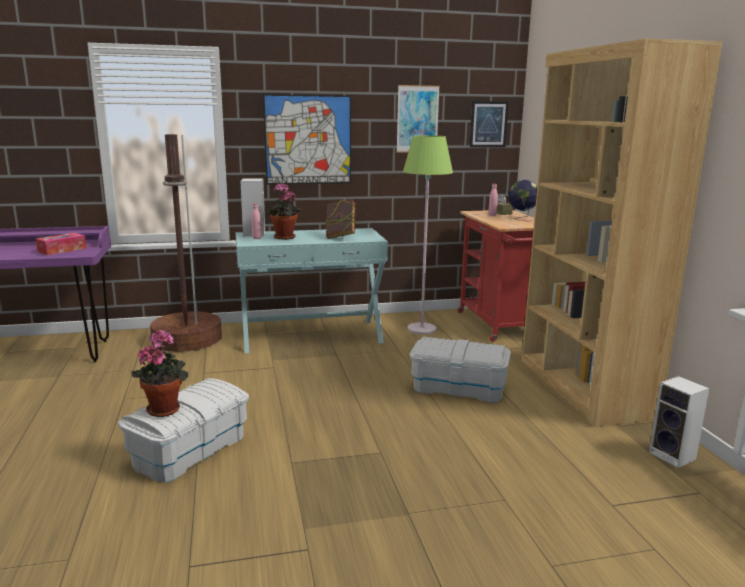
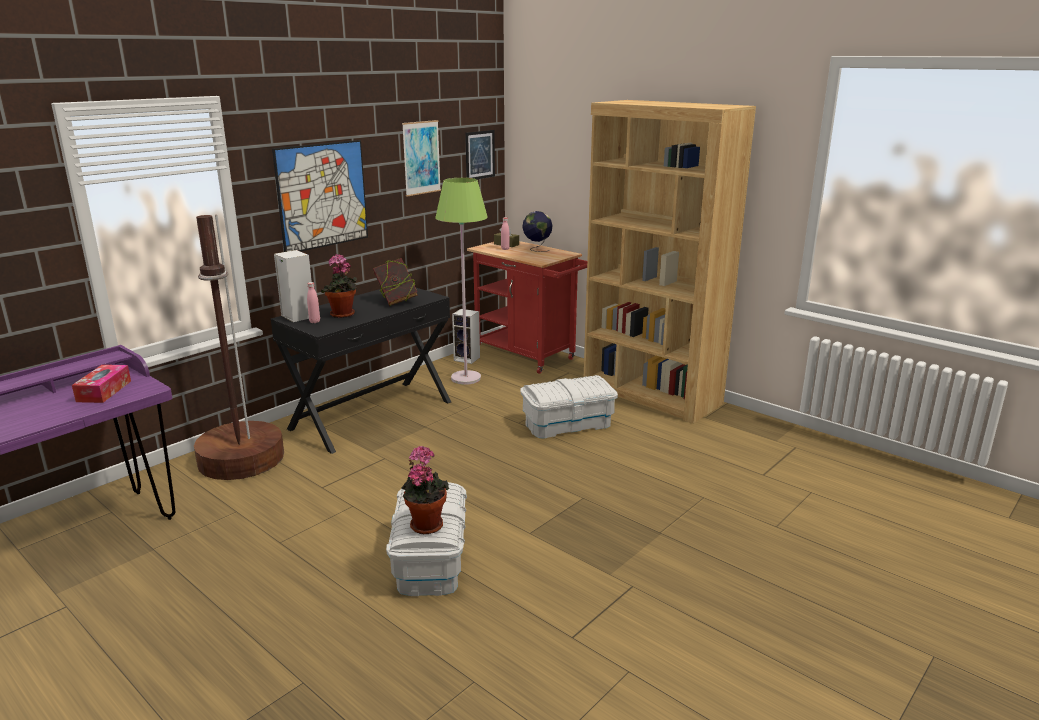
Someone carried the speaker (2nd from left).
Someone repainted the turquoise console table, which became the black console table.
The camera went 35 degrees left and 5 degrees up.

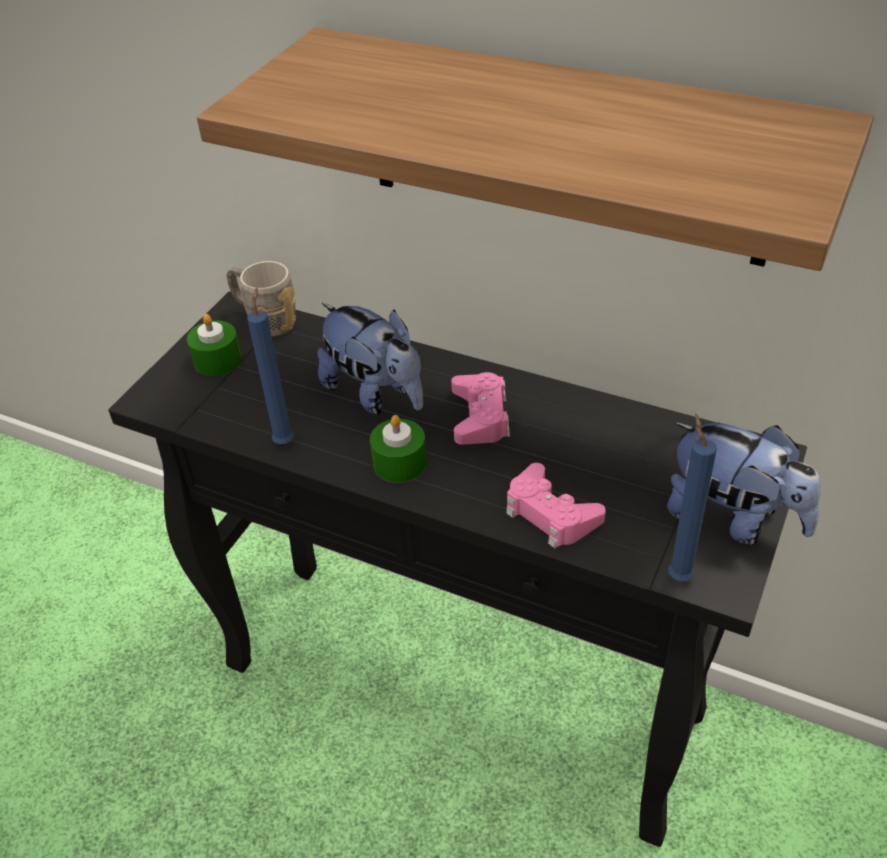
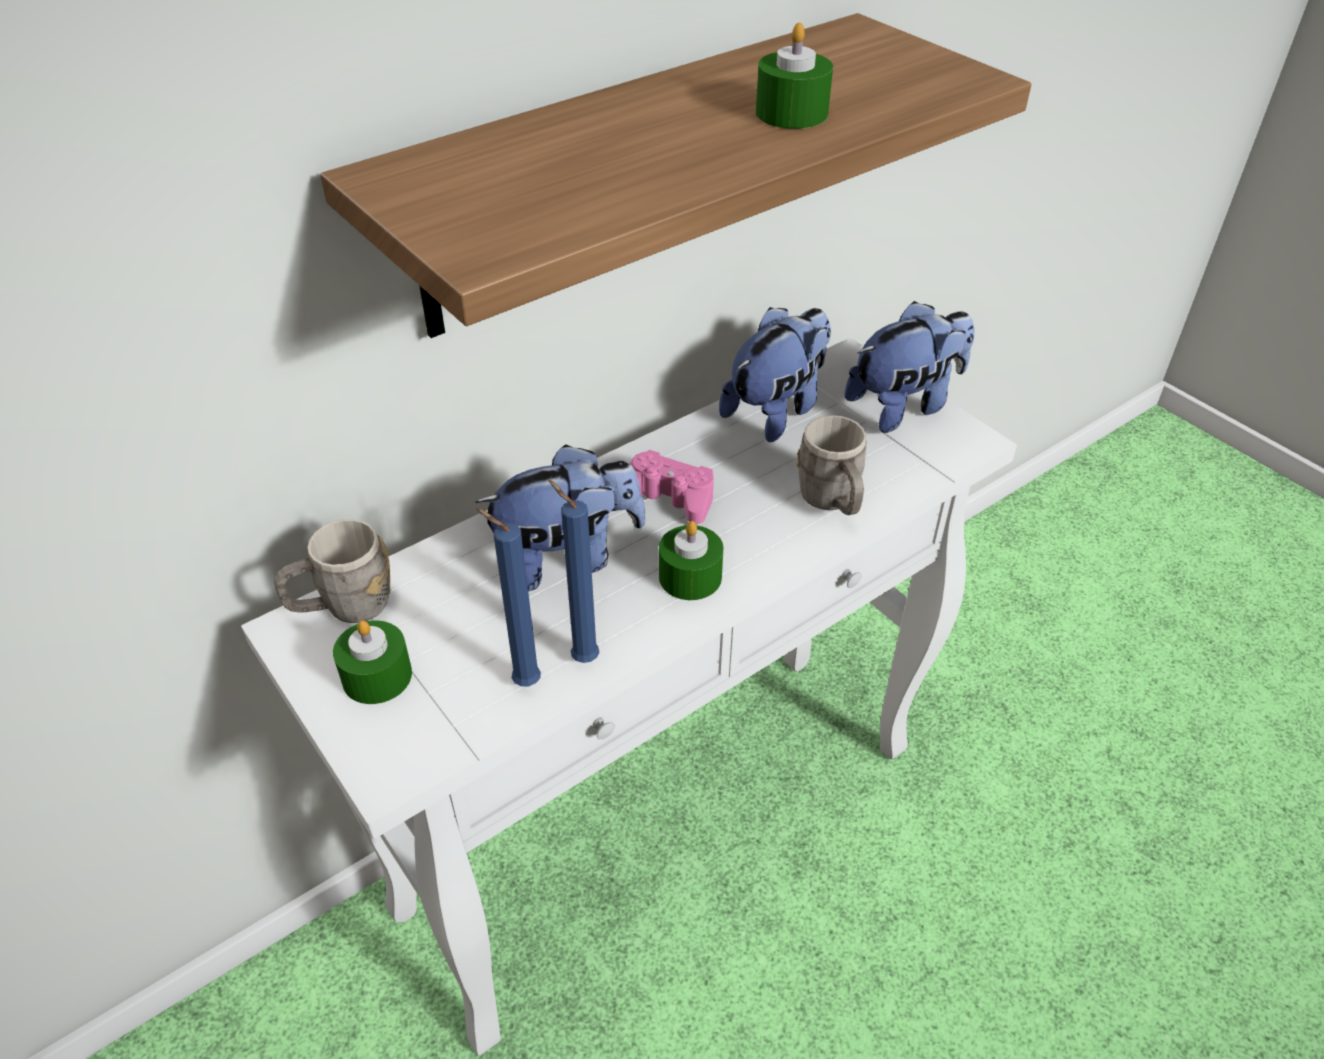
Someone put down the plush toy (2nd from left).
Someone put down the green candle (3rd from left).
Someone carried the blue candle (2nd from left in the first image).
Someone swapped the pink game controller (2nd from left) for the grey mug (2nd from left).
Someone repainted the black console table, which became the white console table.
The camera went 65 degrees left and 0 degrees up.

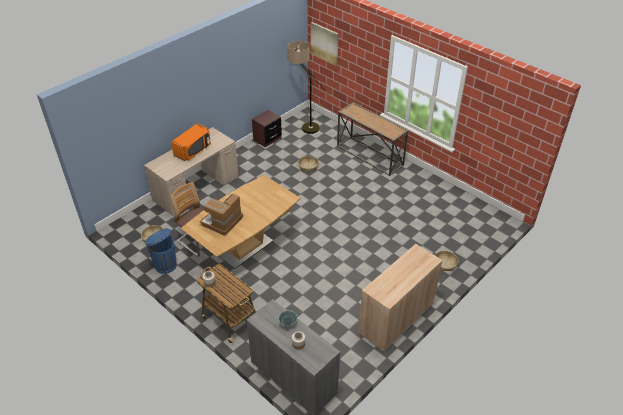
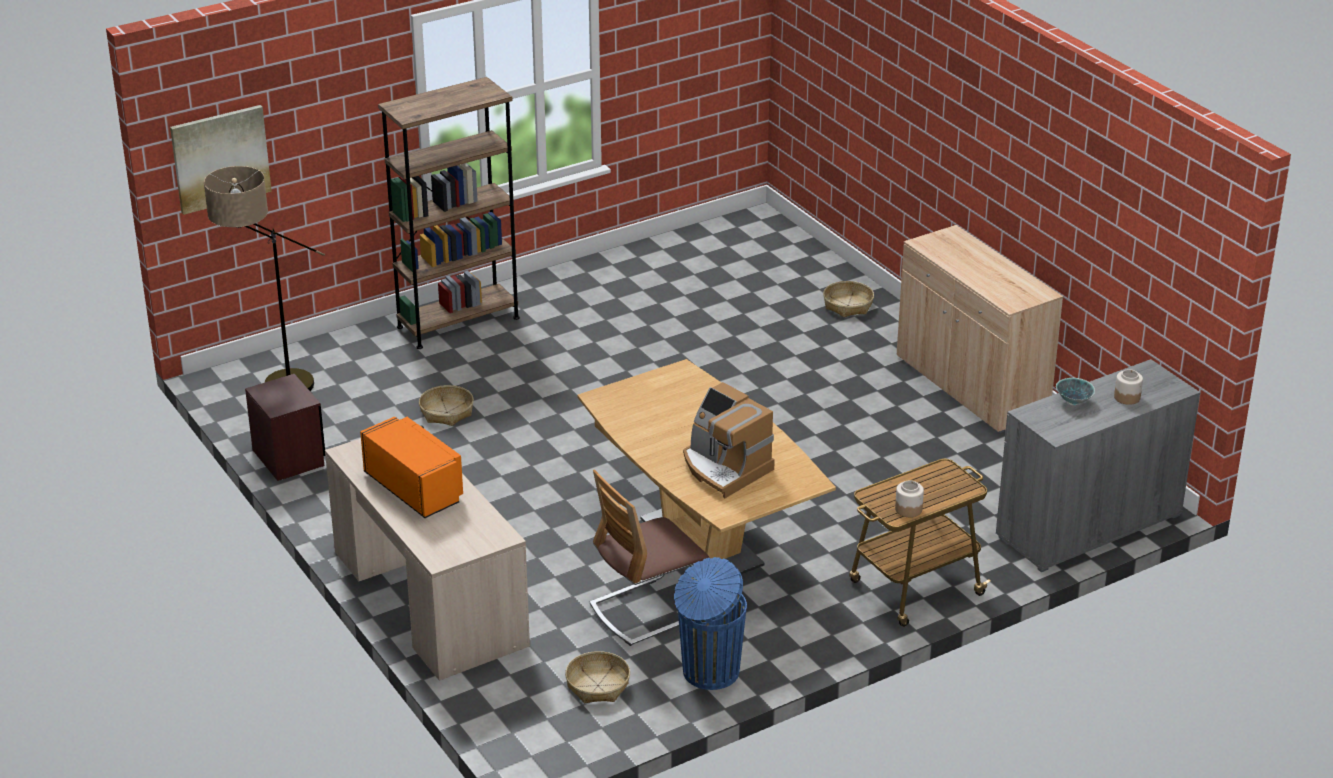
Someone swapped the console table for the brown bookcase.
The camera went 75 degrees left and 10 degrees down.

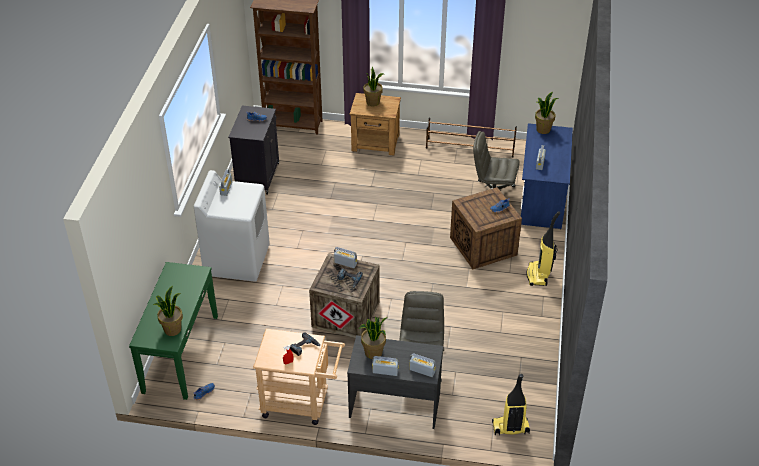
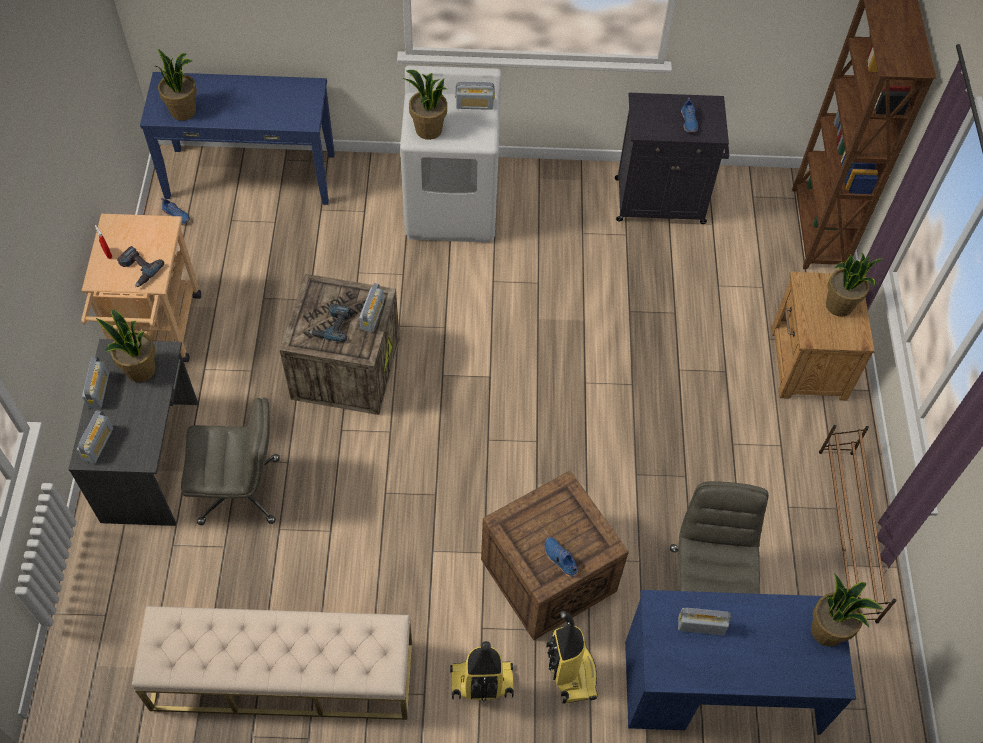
Someone put down the beige bench.
Someone put down the potted plant (3rd from left).
Someone carried the vacuum cleaner (1st from left in the first image).
Someone repainted the green console table, which became the blue console table.
The camera went 80 degrees right and 15 degrees up.

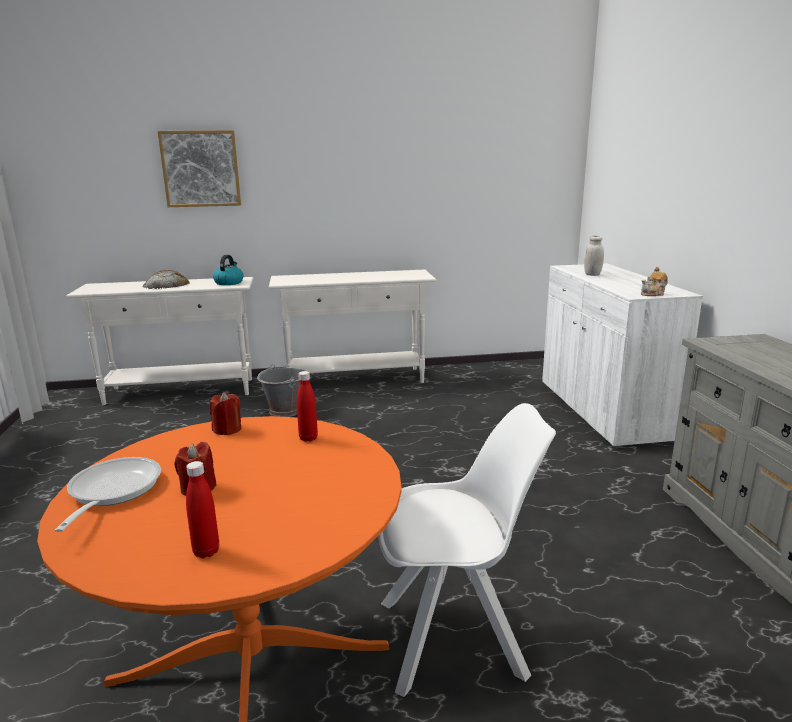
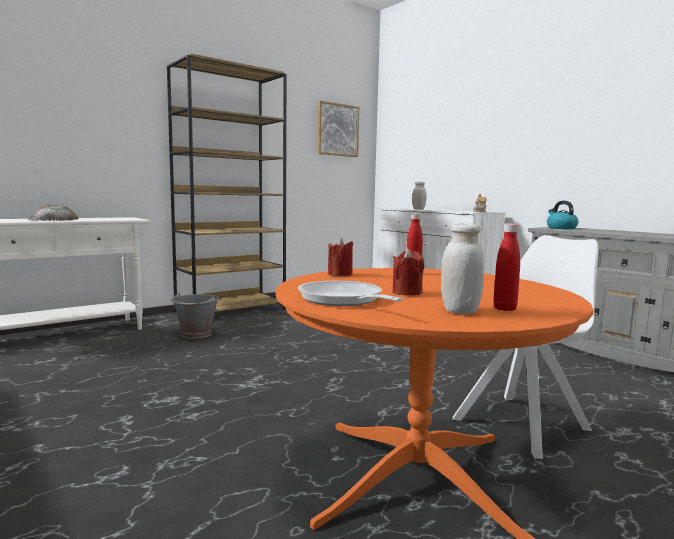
Someone put down the white jar (2nd from left).
Someone carried the picture.
Someone carried the kettle.
Someone swapped the white console table (2nd from left) for the brown bookcase.
The camera went 30 degrees left and 10 degrees down.

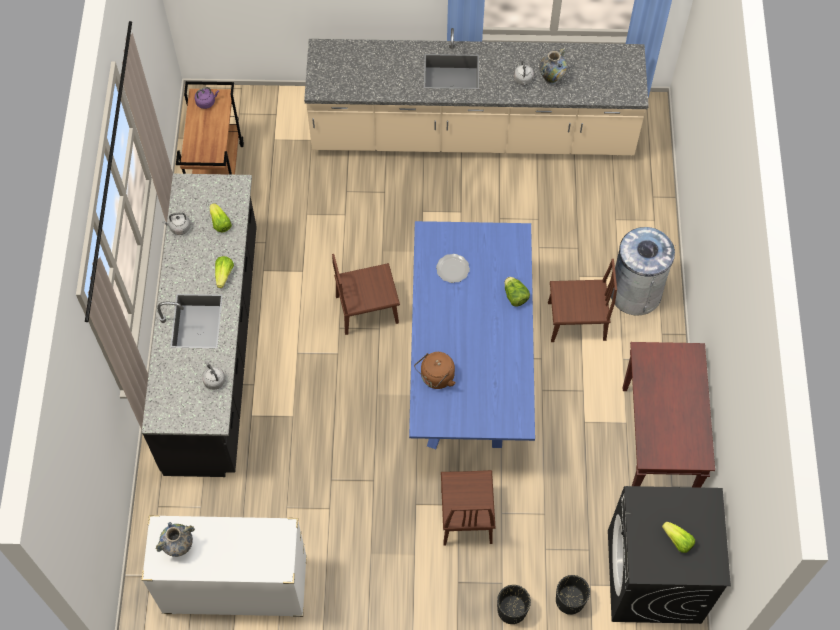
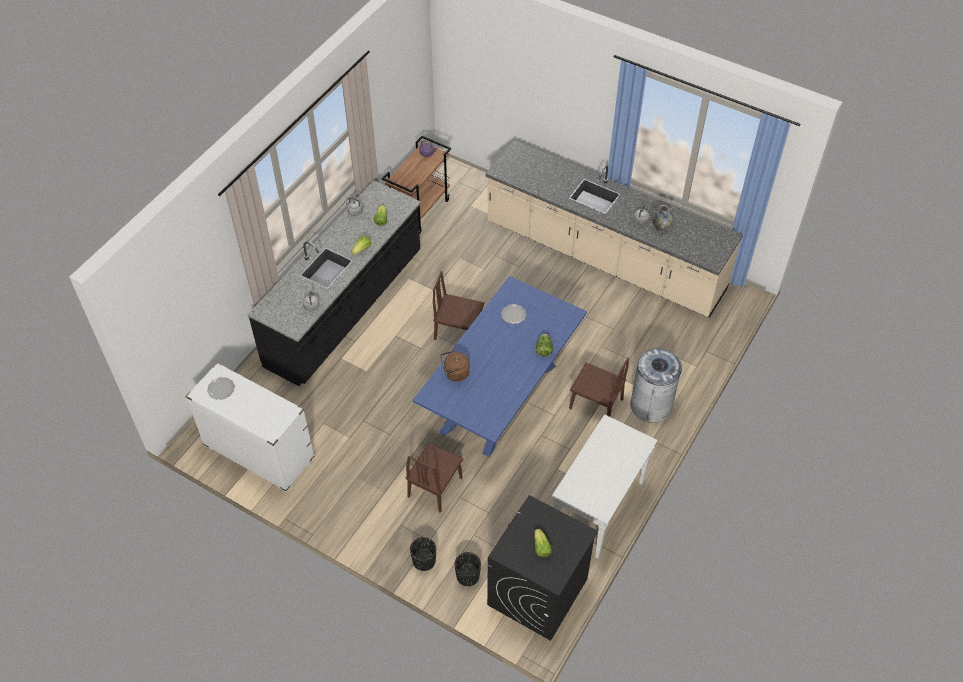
Someone swapped the vase (1st from left) for the plate (1st from left).
Someone repainted the brown console table, which became the white console table.
The camera went 30 degrees right and 10 degrees down.

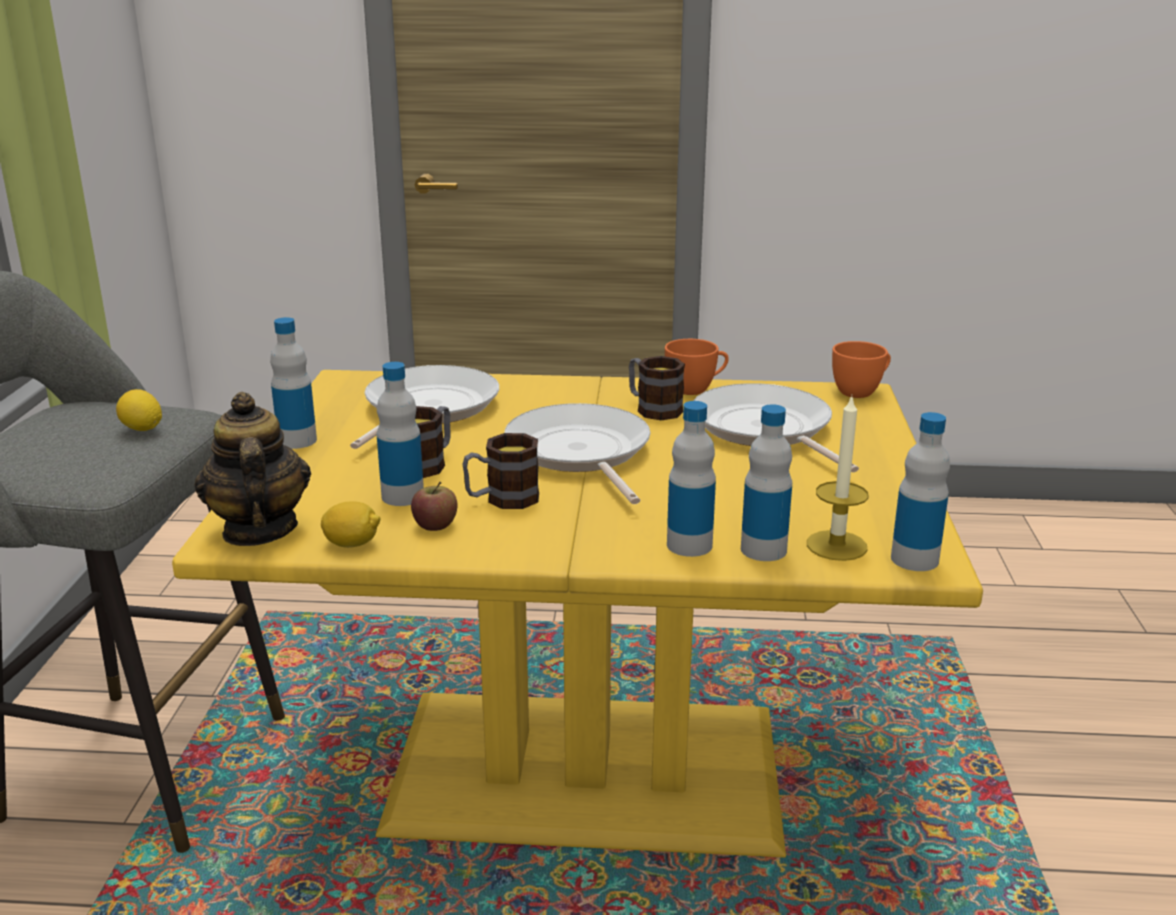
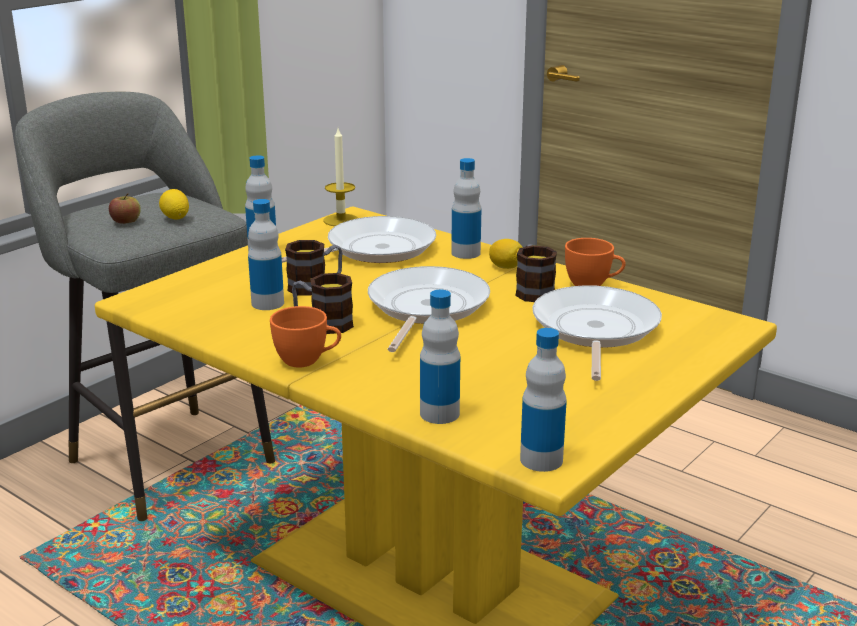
Someone took away the teapot.
Someone carried the lemon (2nd from left).
Someone carried the apple.
Someone carried the bottle (3rd from left in the first image).
Someone carried the candle.
Someone carried the orange cup (2nd from left in the first image).
The camera went 35 degrees right and 0 degrees up.

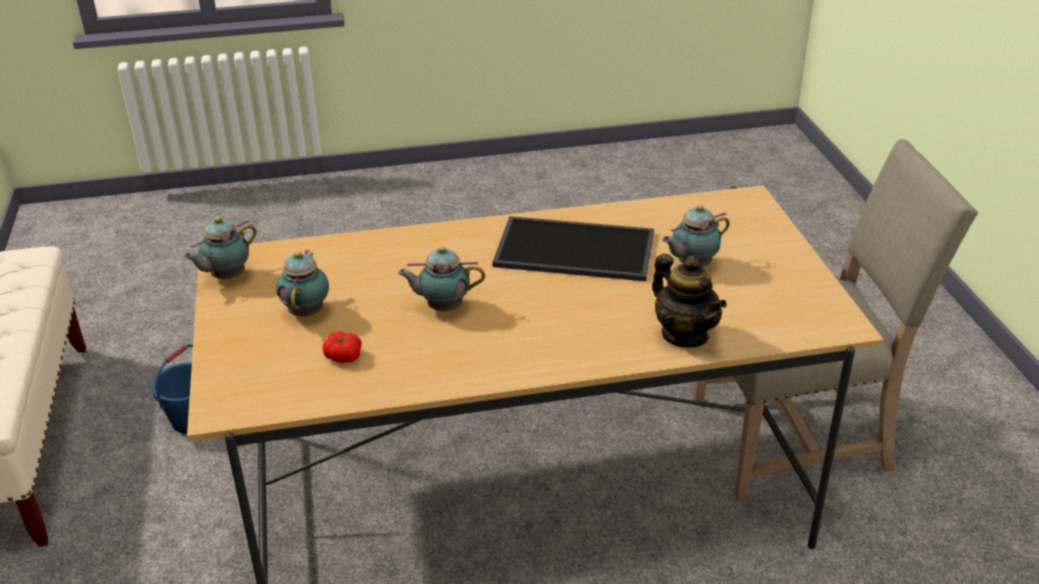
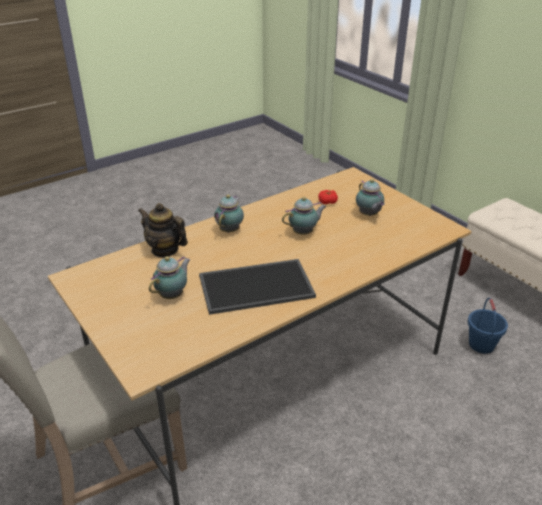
Someone carried the teapot (1st from left in the first image).
The camera went 155 degrees right and 0 degrees up.

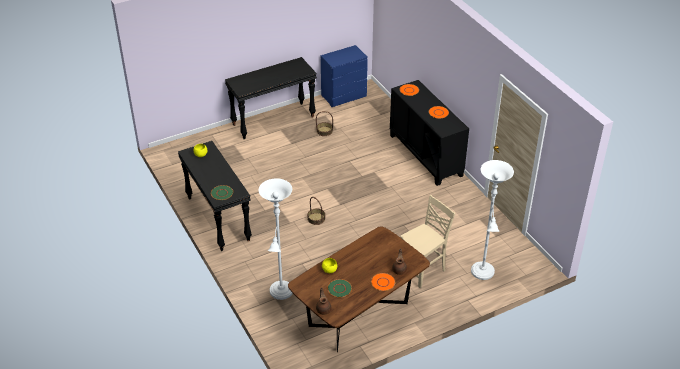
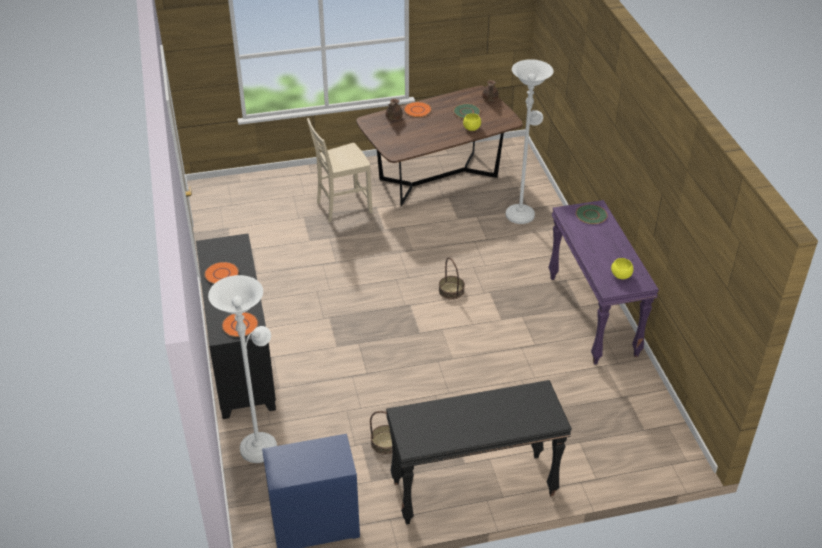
Someone carried the white floor lamp (2nd from left in the first image).
Someone repainted the black console table (1st from left), which became the purple console table.
The camera went 165 degrees left and 0 degrees up.

